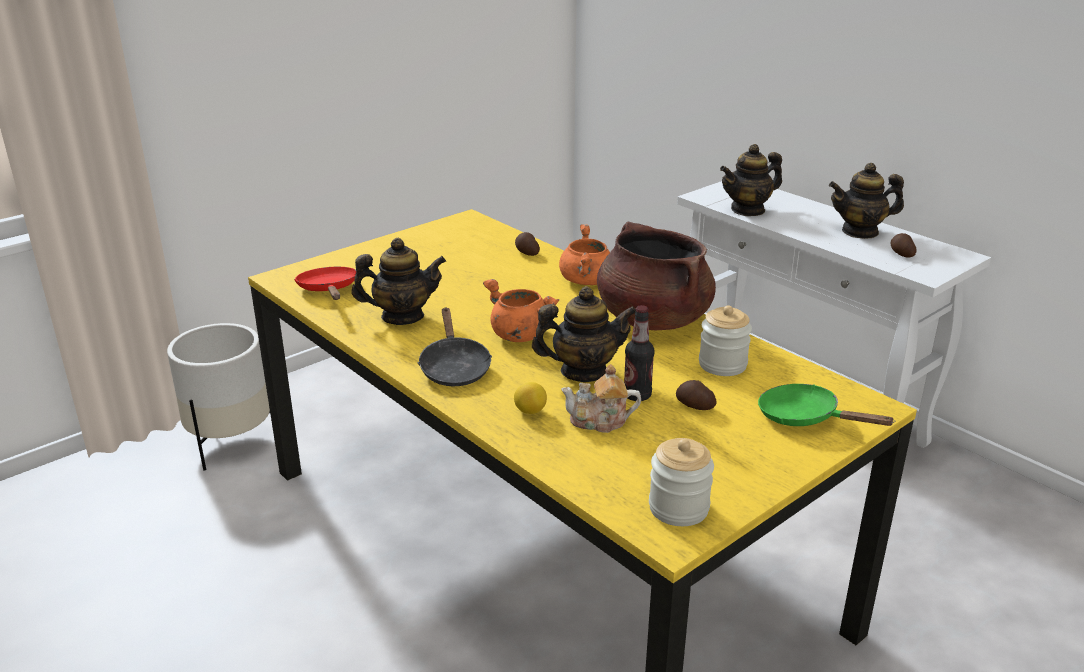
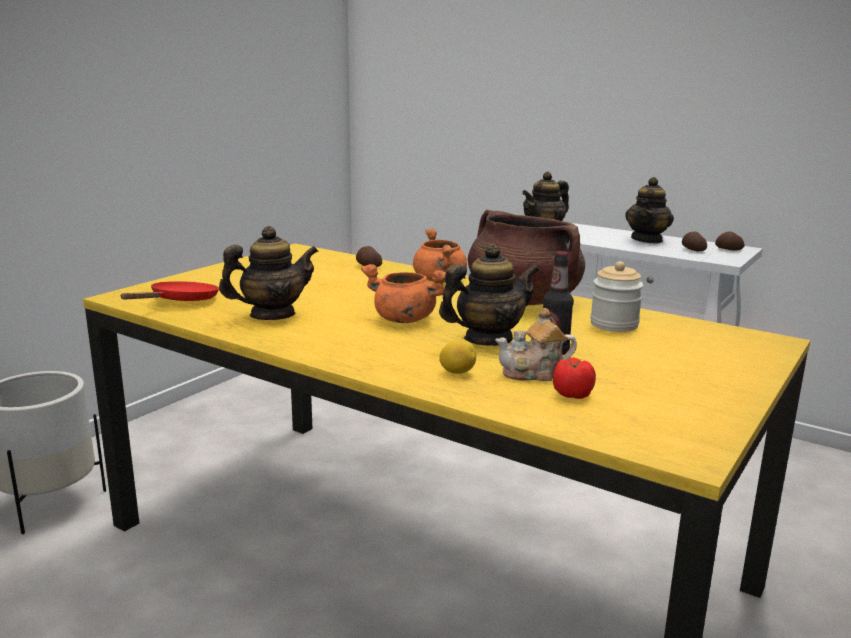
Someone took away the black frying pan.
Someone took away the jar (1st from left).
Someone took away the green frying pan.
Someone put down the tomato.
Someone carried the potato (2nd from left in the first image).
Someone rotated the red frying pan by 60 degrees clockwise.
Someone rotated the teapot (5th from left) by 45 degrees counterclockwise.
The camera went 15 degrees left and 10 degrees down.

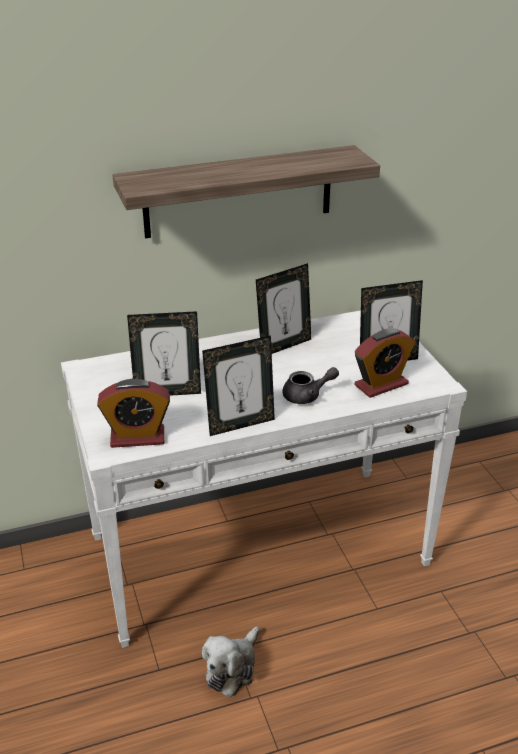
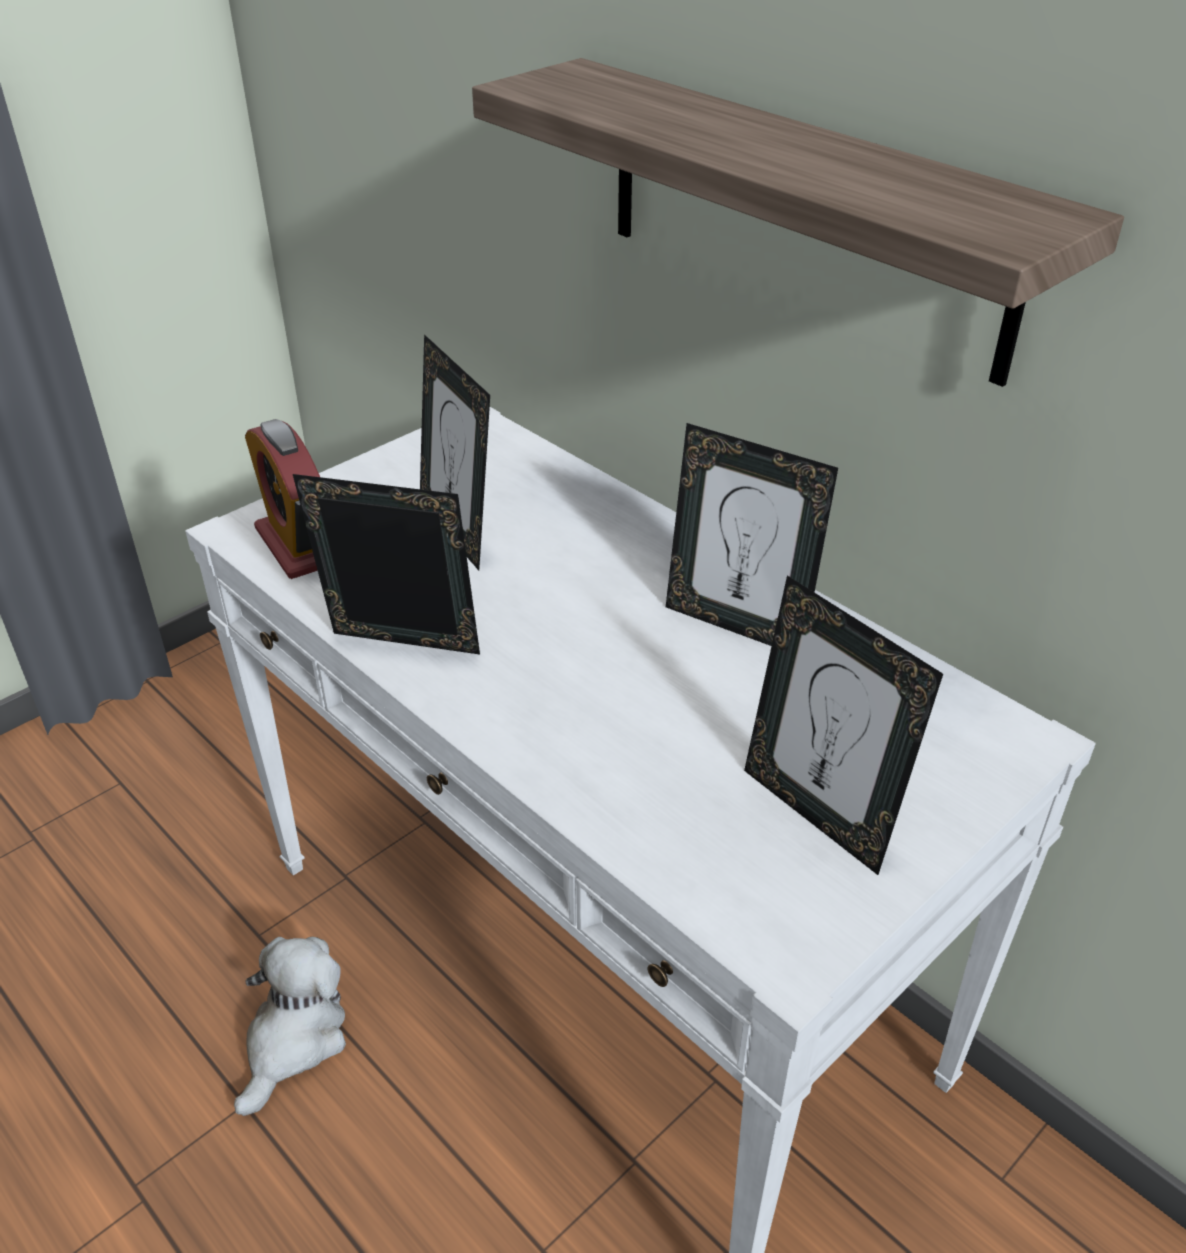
Someone took away the grey teapot.
Someone took away the alarm clock (2nd from left).
Someone rotated the picture frame (2nd from left in the first image) by 150 degrees clockwise.
Someone rotated the plush toy by 105 degrees clockwise.
The camera went 65 degrees right and 5 degrees up.

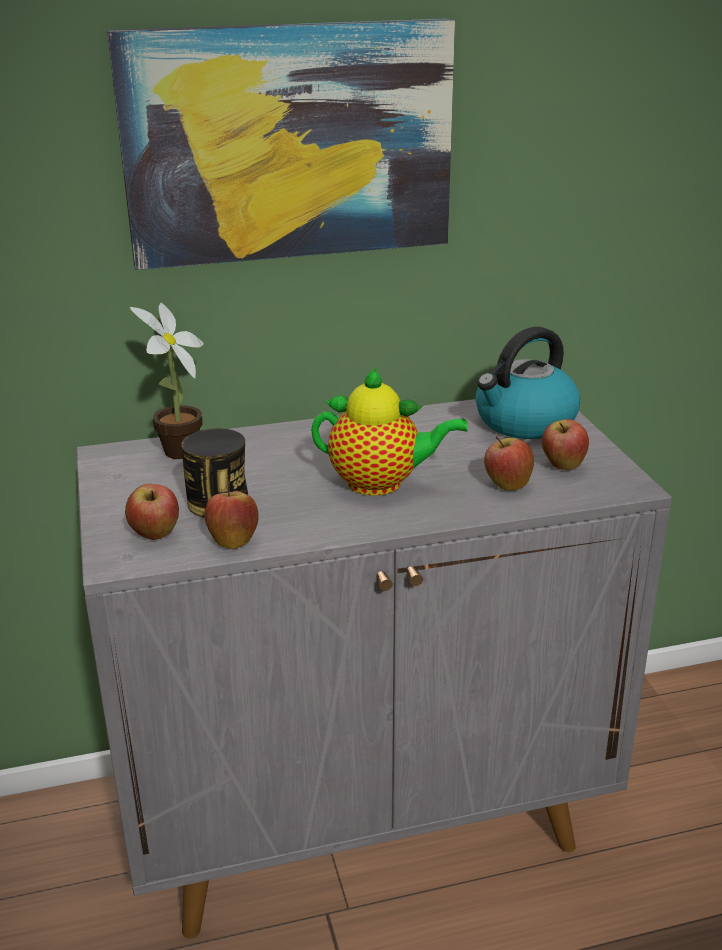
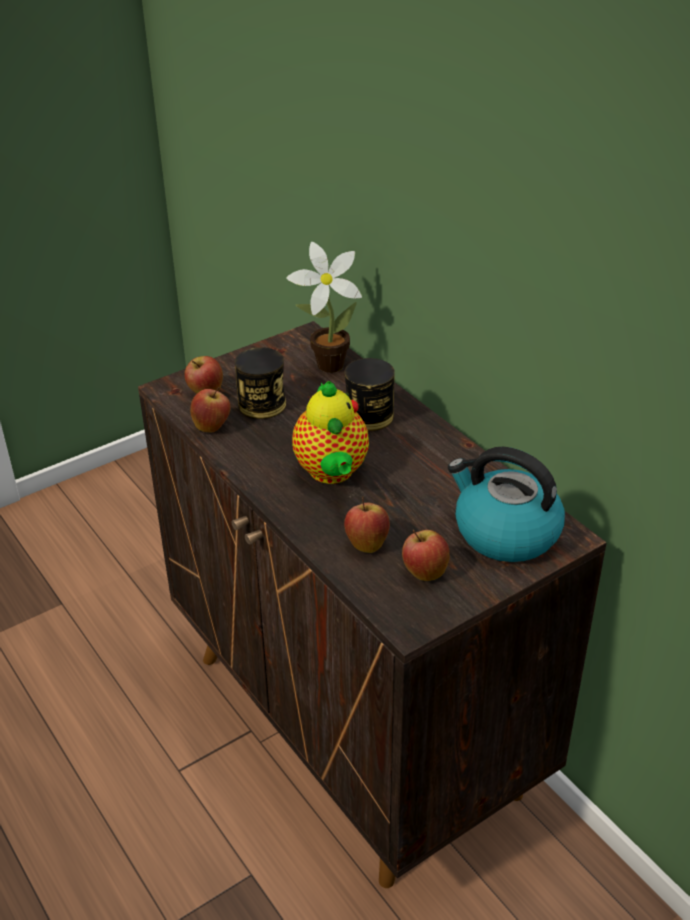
Someone took away the picture.
Someone put down the can (2nd from left).
Someone repainted the grey cabinet, which became the brown cabinet.
The camera went 70 degrees right and 10 degrees up.

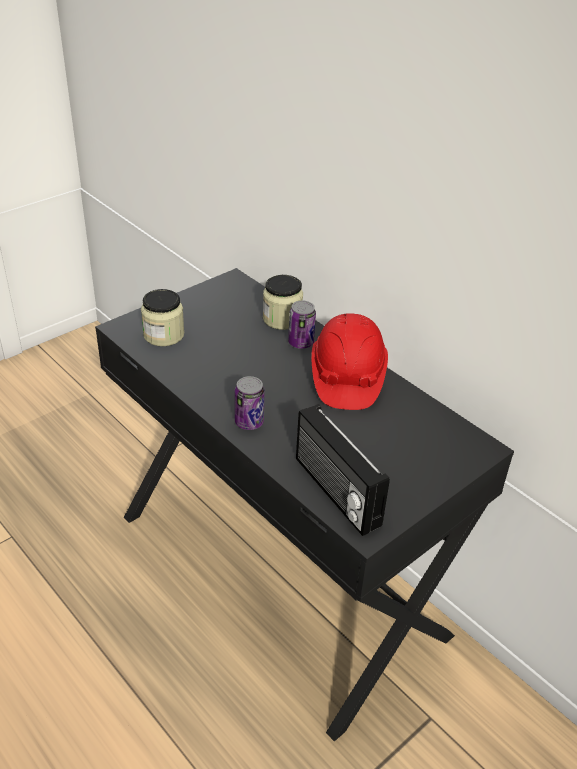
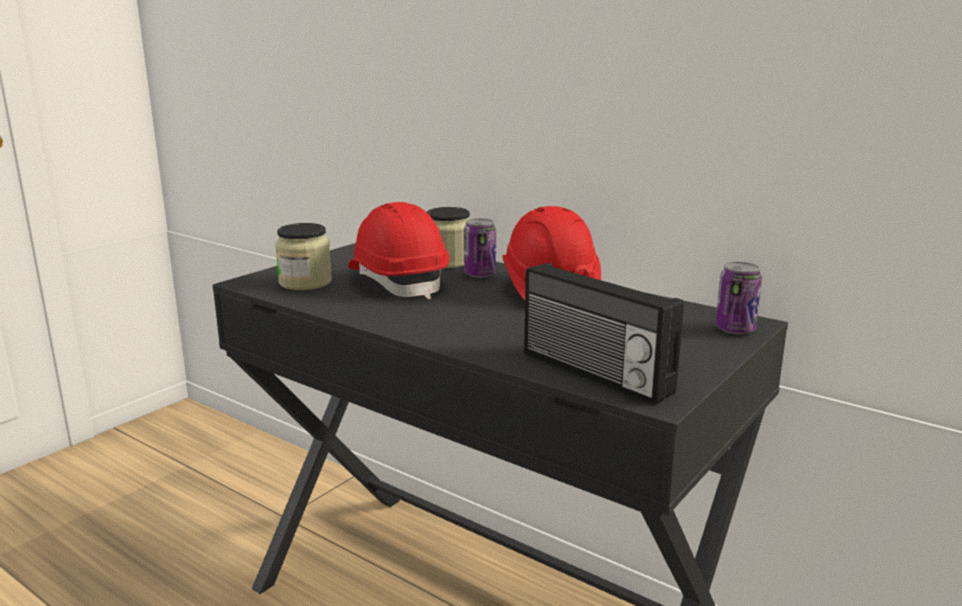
Someone put down the red hard hat (1st from left).
Someone carried the can (1st from left in the first image).
The camera went 10 degrees left and 20 degrees down.

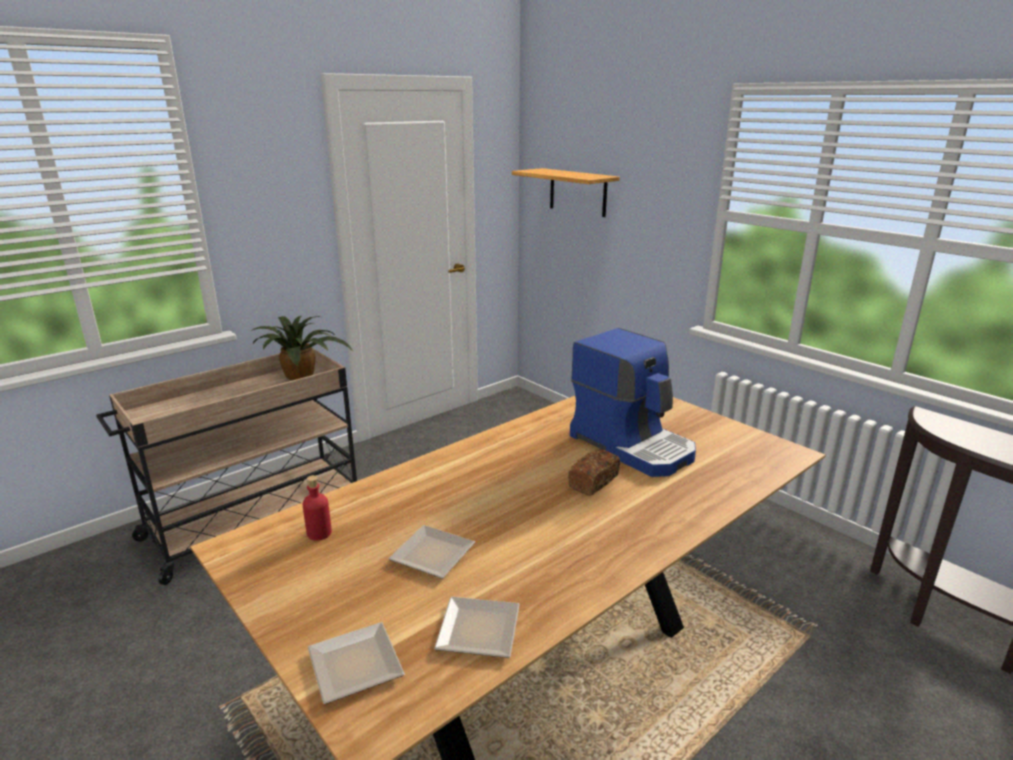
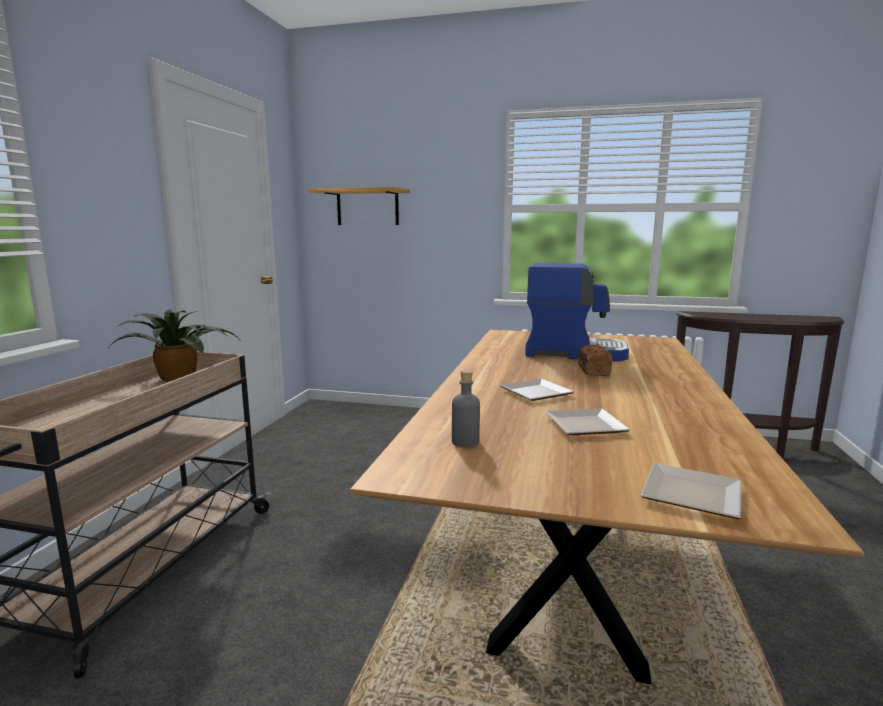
Someone carried the plate (3rd from left in the first image).
Someone repainted the red bottle, which became the grey bottle.
The camera went 35 degrees left and 10 degrees down.

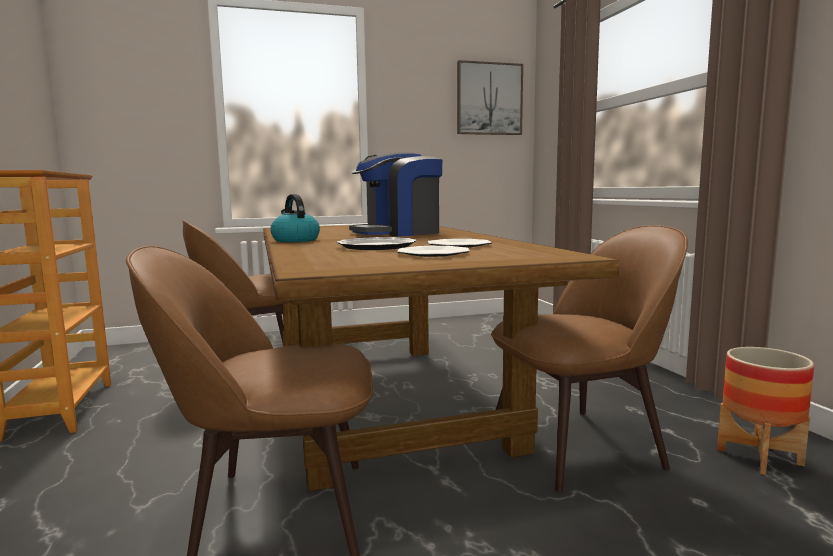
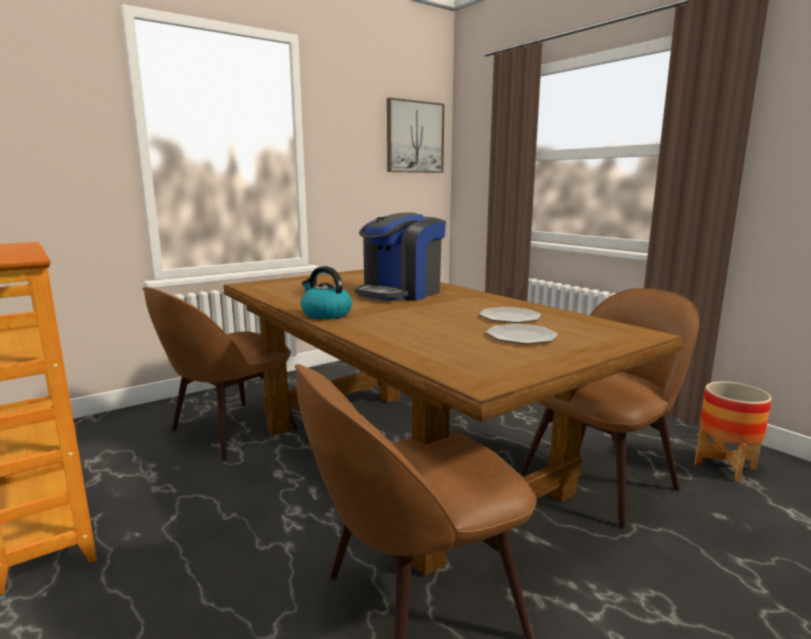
Someone took away the plate (1st from left).
The camera went 20 degrees left and 5 degrees up.

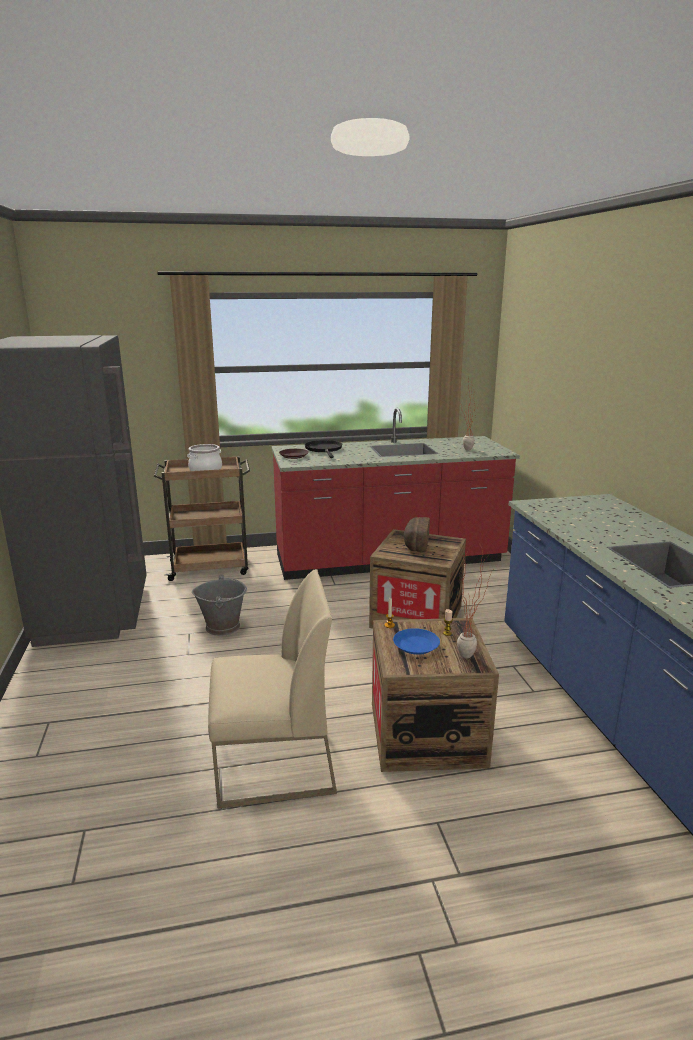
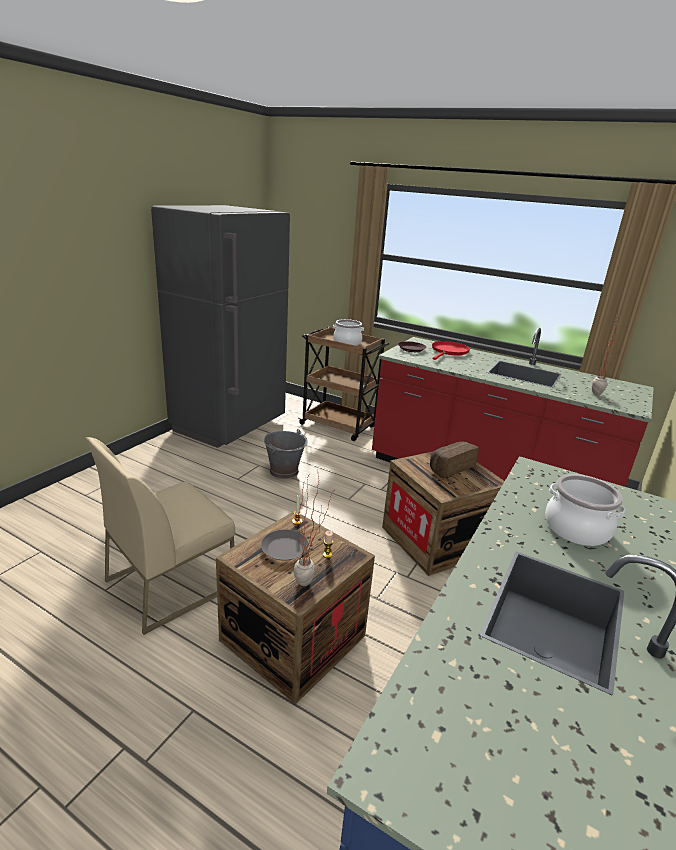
Someone put down the cooking pot (2nd from left).
Someone repainted the black frying pan, which became the red frying pan.
Someone repainted the blue plate, which became the grey plate.
Someone rotated the beige chair by 105 degrees clockwise.
The camera went 40 degrees right and 5 degrees up.

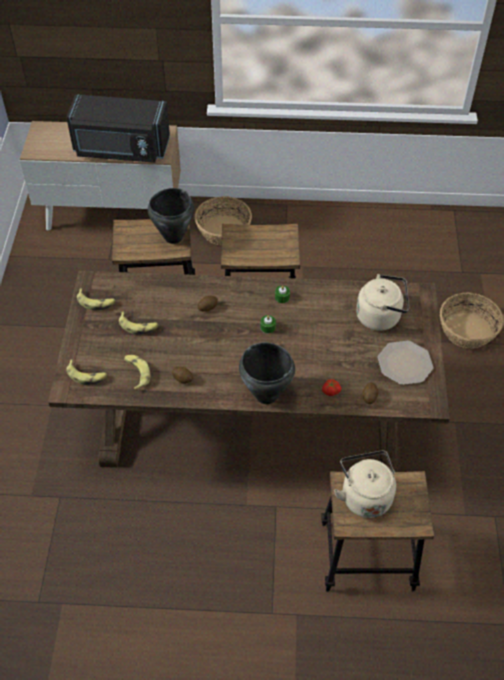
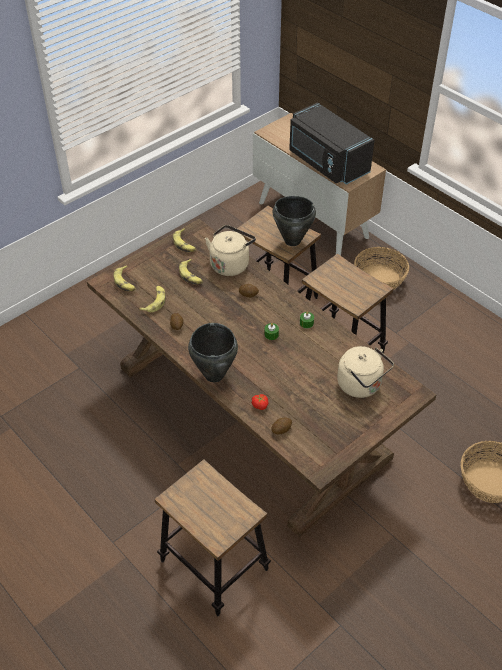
Someone took away the plate.
Someone carried the beige kettle (1st from left).
The camera went 45 degrees right and 5 degrees down.

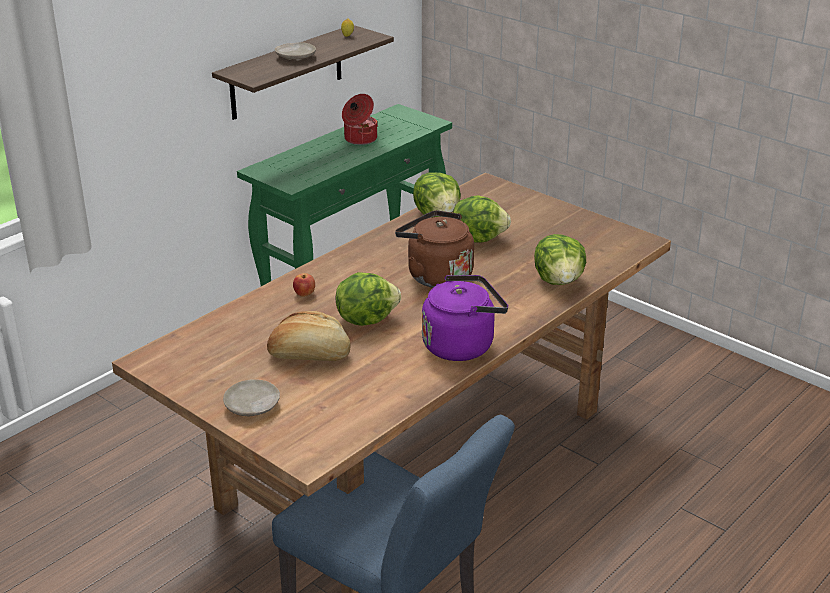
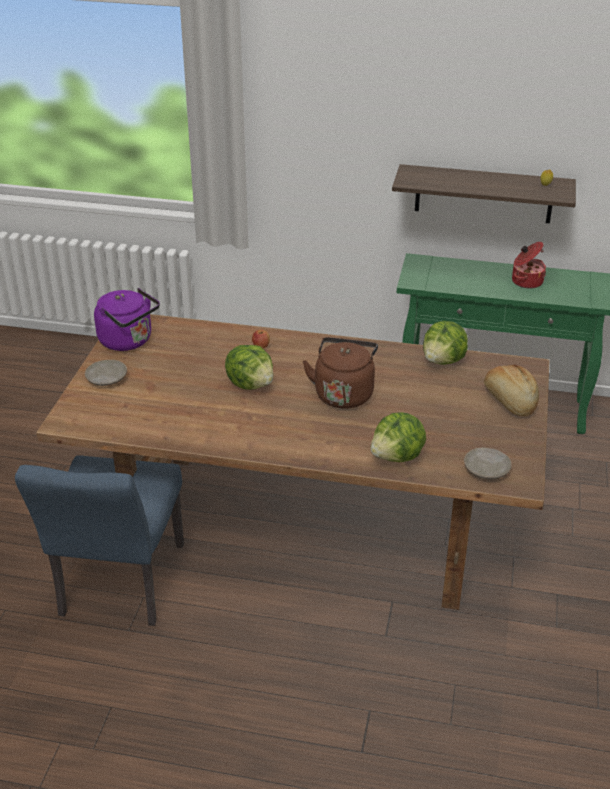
Someone took away the lettuce (3rd from left).
Someone carried the bread.
Someone carried the beige plate (2nd from left).
Someone carried the purple kettle.
The camera went 60 degrees right and 5 degrees up.

